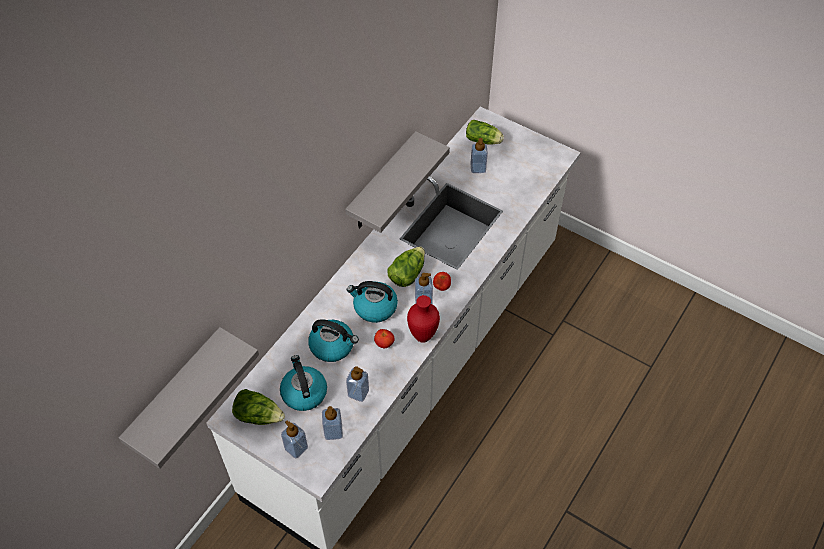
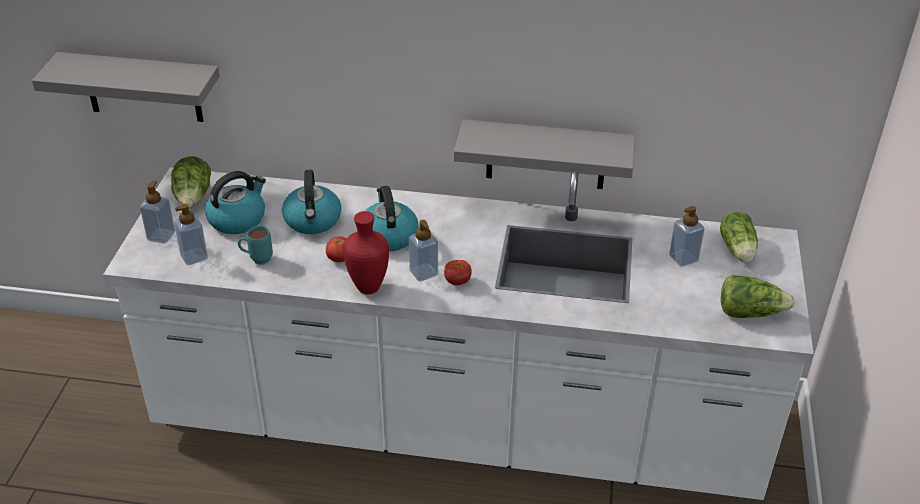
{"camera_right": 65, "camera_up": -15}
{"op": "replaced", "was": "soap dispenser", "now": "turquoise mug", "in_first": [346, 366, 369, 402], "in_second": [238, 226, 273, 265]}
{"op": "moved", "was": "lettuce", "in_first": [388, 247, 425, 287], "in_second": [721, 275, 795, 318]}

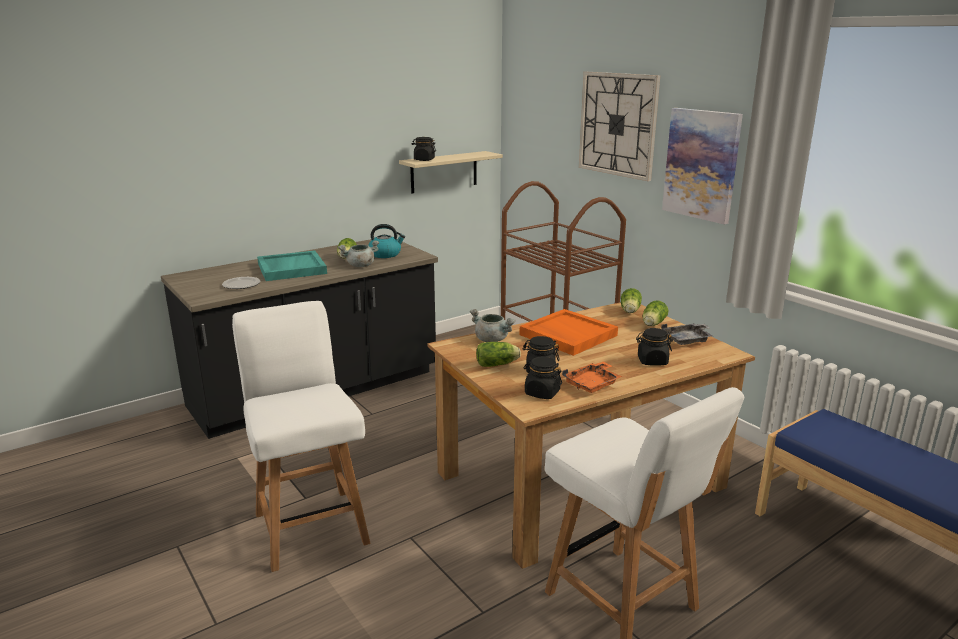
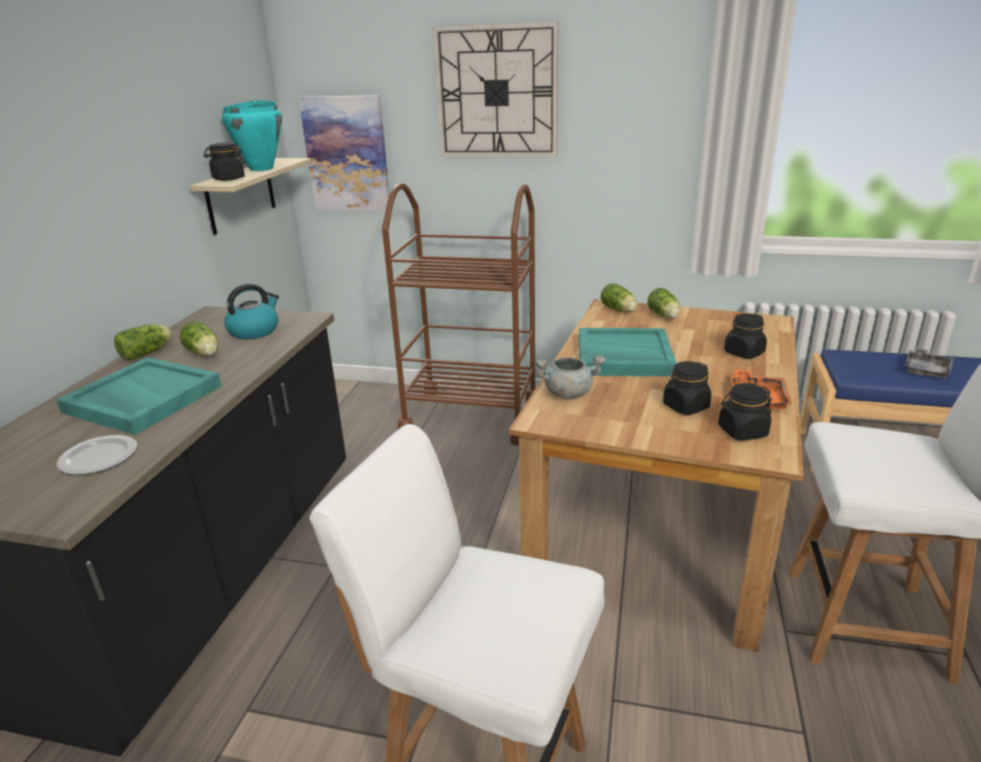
{"camera_right": -40, "camera_up": 5}
{"op": "removed", "was": "grey cooking pot", "in_first": [338, 240, 379, 267]}
{"op": "moved", "was": "lettuce", "in_first": [476, 342, 521, 367], "in_second": [114, 324, 172, 360]}
{"op": "recoloured", "was": "orange tray", "now": "turquoise tray", "in_first": [519, 309, 618, 356], "in_second": [579, 328, 677, 376]}
{"op": "moved", "was": "grey tray", "in_first": [661, 324, 713, 345], "in_second": [905, 347, 954, 378]}
{"op": "moved", "was": "picture", "in_first": [662, 108, 743, 225], "in_second": [299, 95, 390, 211]}
{"op": "added", "now": "turquoise cooking pot", "in_second": [222, 100, 282, 171]}

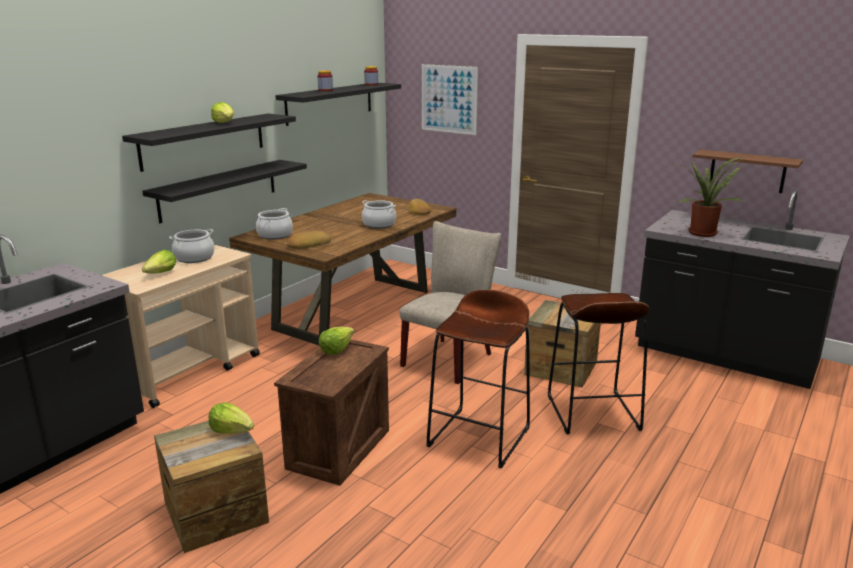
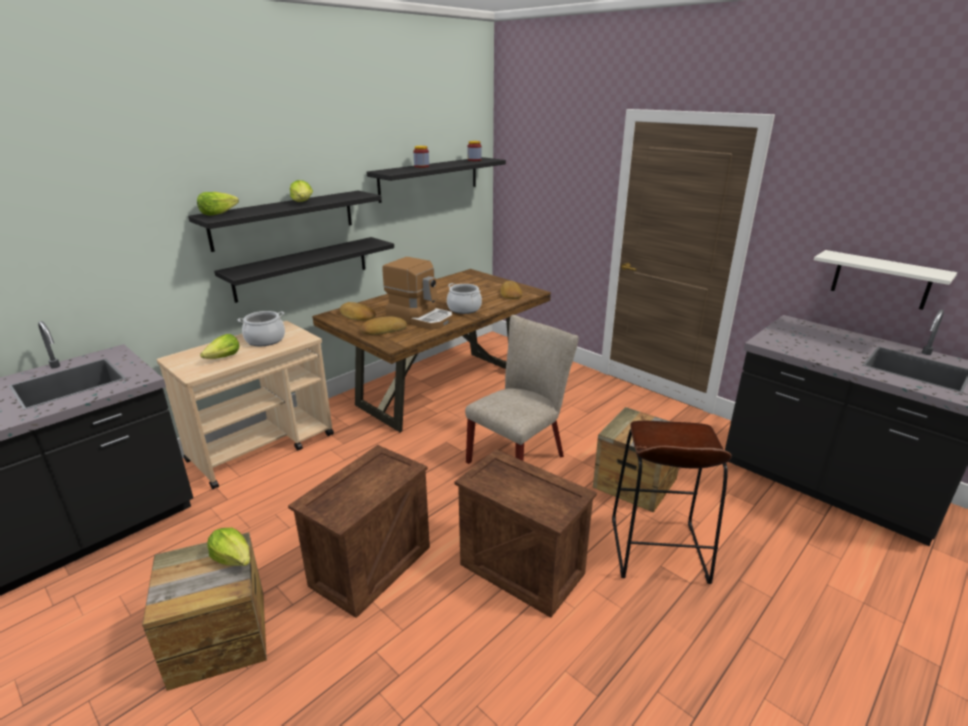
{"camera_right": 10, "camera_up": 5}
{"op": "replaced", "was": "cooking pot", "now": "bread", "in_first": [256, 208, 293, 239], "in_second": [340, 302, 376, 321]}
{"op": "moved", "was": "lettuce", "in_first": [319, 327, 354, 354], "in_second": [197, 192, 239, 216]}
{"op": "removed", "was": "picture", "in_first": [422, 64, 478, 135]}
{"op": "replaced", "was": "brown stool", "now": "crate", "in_first": [426, 290, 530, 469], "in_second": [455, 449, 597, 618]}
{"op": "removed", "was": "potted plant", "in_first": [670, 157, 745, 237]}
{"op": "recoloured", "was": "brown shelf", "now": "white shelf", "in_first": [693, 150, 803, 193], "in_second": [814, 250, 957, 310]}
{"op": "added", "now": "coffee machine", "in_second": [382, 257, 452, 330]}

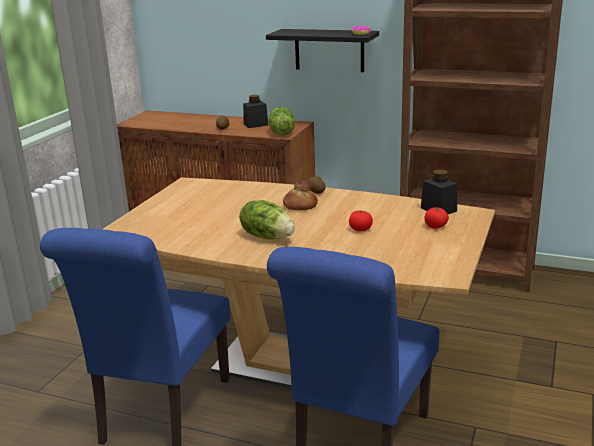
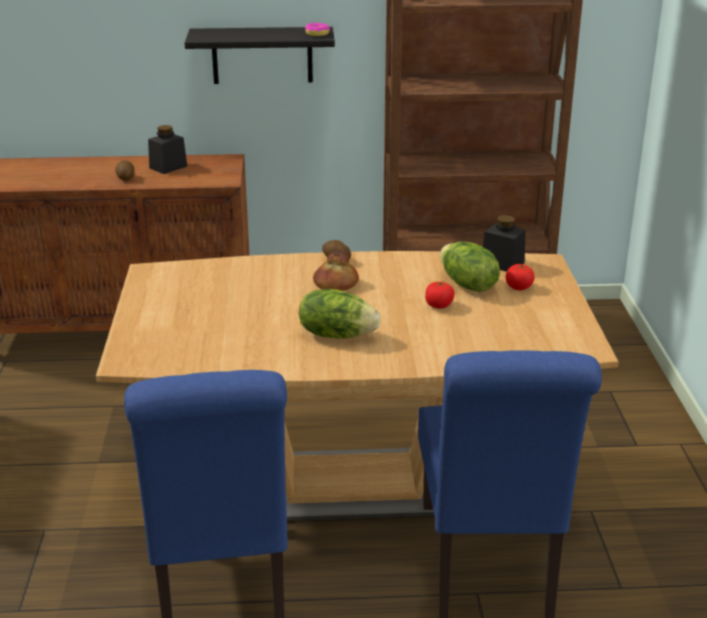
{"camera_right": -25, "camera_up": 5}
{"op": "moved", "was": "lettuce", "in_first": [269, 107, 295, 135], "in_second": [440, 242, 500, 292]}

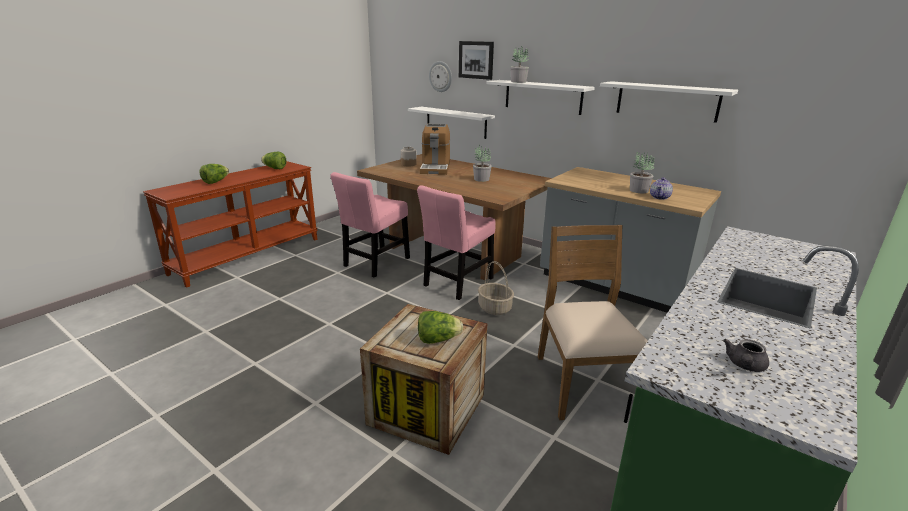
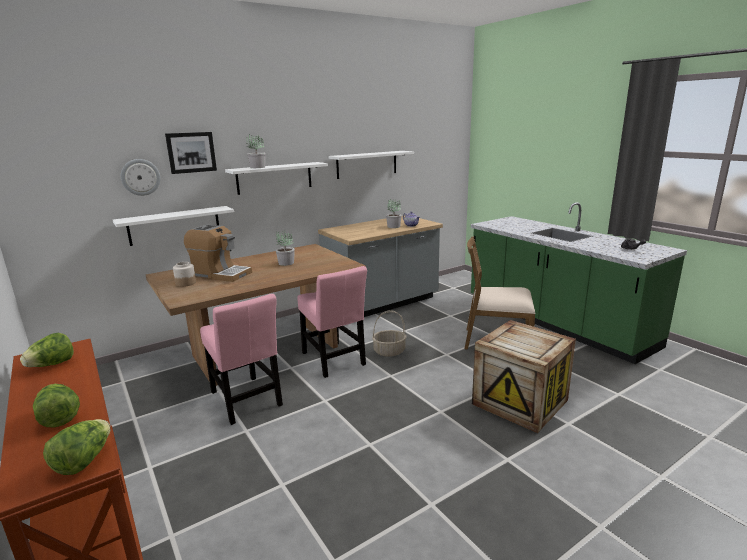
{"camera_right": -70, "camera_up": -5}
{"op": "moved", "was": "lettuce", "in_first": [418, 311, 463, 344], "in_second": [43, 419, 110, 475]}

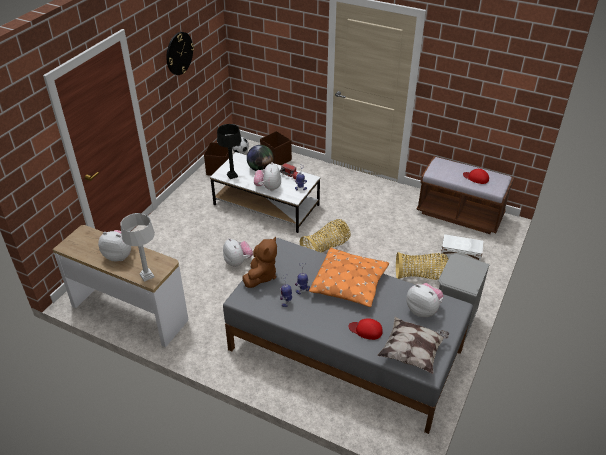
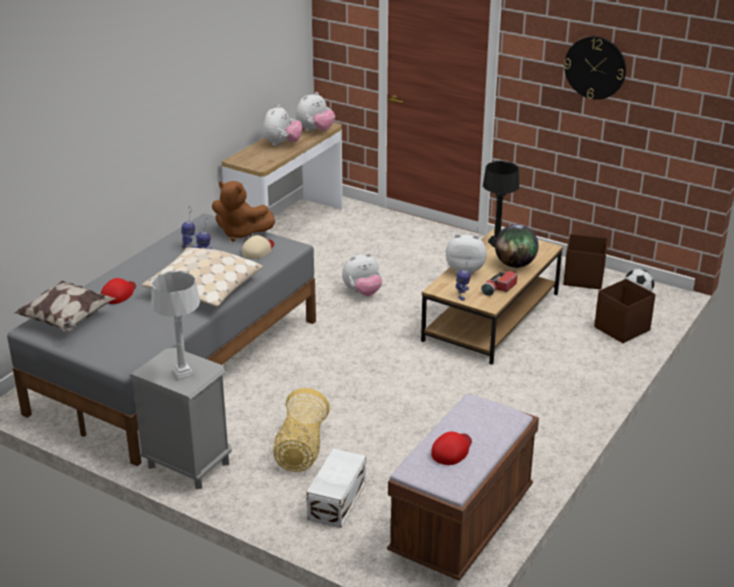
{"camera_right": 95, "camera_up": -10}
{"op": "moved", "was": "grey table lamp", "in_first": [121, 213, 155, 282], "in_second": [151, 271, 200, 381]}
{"op": "recoloured", "was": "white coffee table", "now": "brown coffee table", "in_first": [210, 152, 321, 233], "in_second": [421, 228, 563, 364]}
{"op": "removed", "was": "basket", "in_first": [300, 219, 351, 253]}
{"op": "recoloured", "was": "orange pillow", "now": "beige pillow", "in_first": [309, 248, 389, 307], "in_second": [142, 248, 263, 307]}
{"op": "moved", "was": "plush toy", "in_first": [406, 283, 443, 317], "in_second": [296, 92, 335, 132]}
{"op": "added", "now": "beige cap", "in_second": [242, 235, 274, 259]}

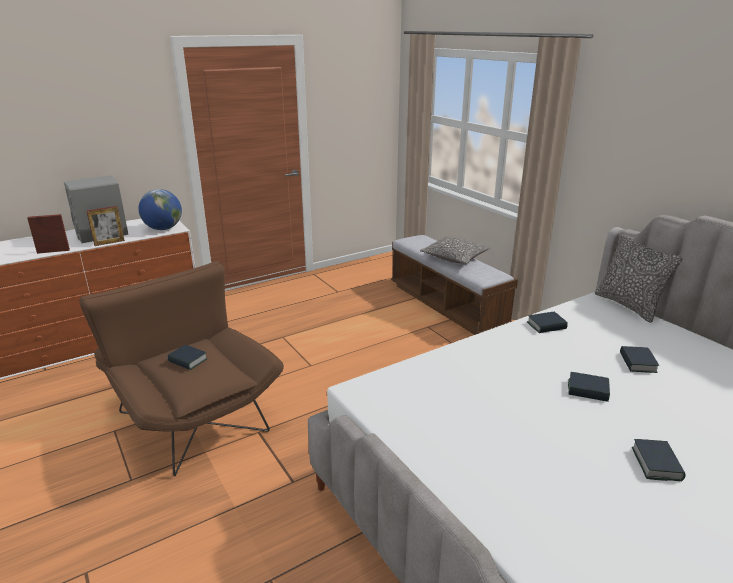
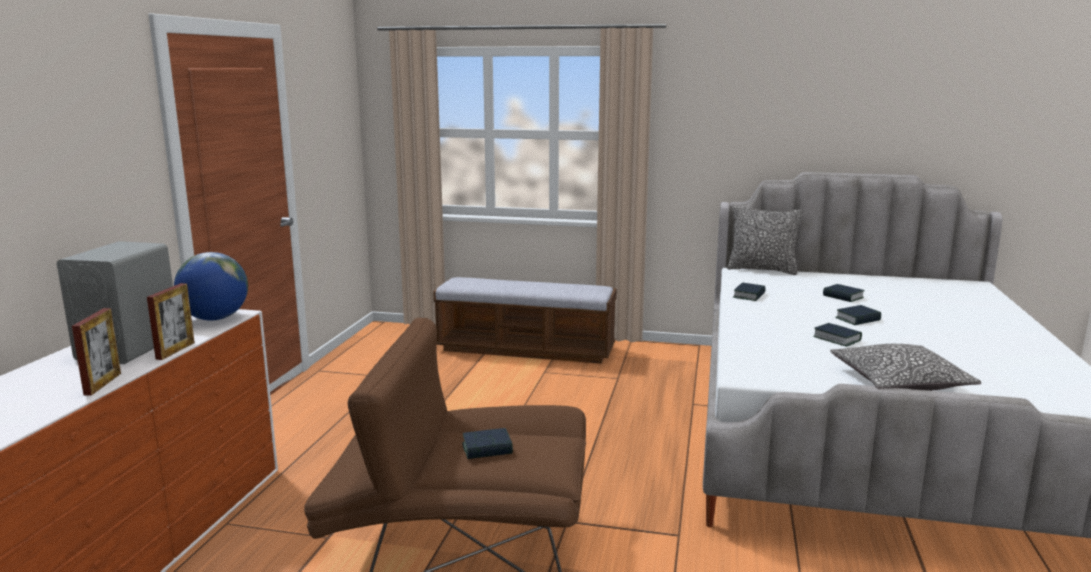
{"camera_right": -45, "camera_up": -10}
{"op": "turned", "was": "picture frame", "in_first": [27, 214, 70, 254], "in_second": [72, 308, 121, 396], "clockwise": 150}
{"op": "moved", "was": "pillow", "in_first": [420, 237, 491, 264], "in_second": [830, 344, 981, 391]}
{"op": "moved", "was": "book", "in_first": [632, 439, 686, 481], "in_second": [813, 323, 862, 347]}

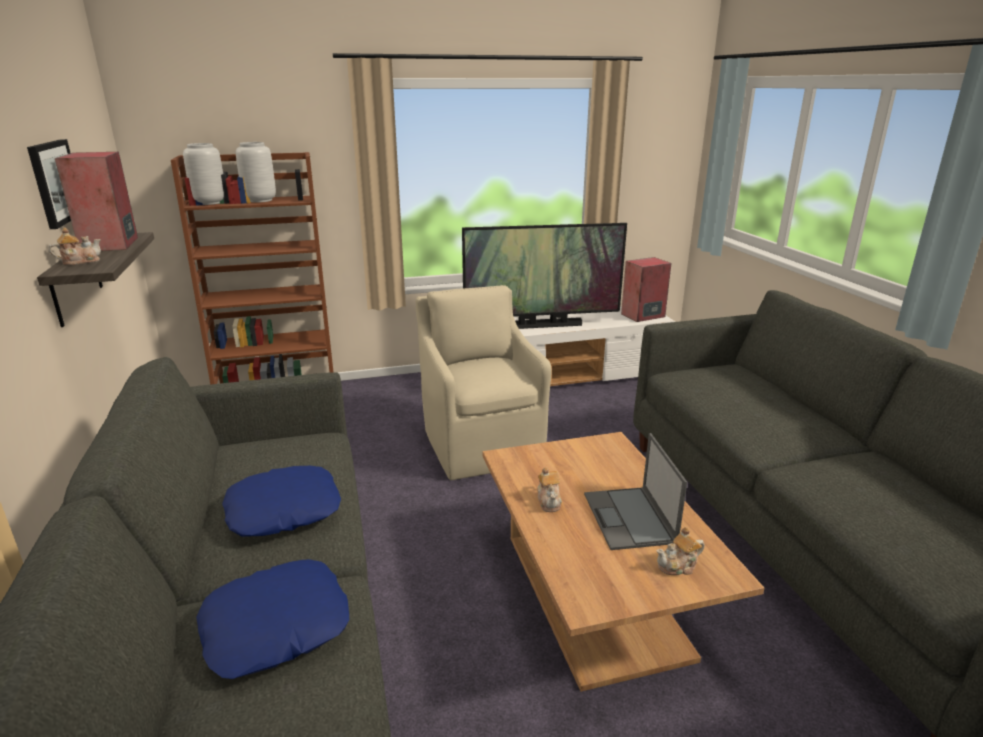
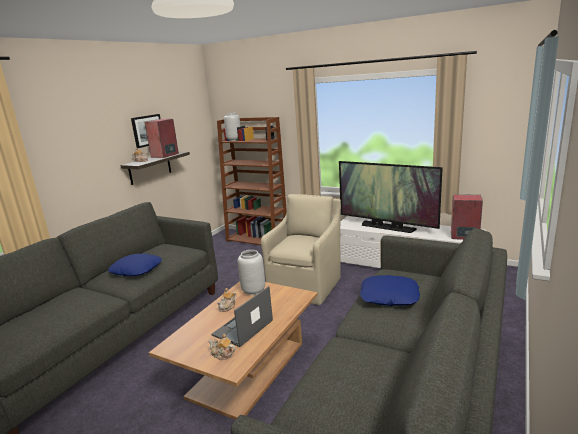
{"camera_right": 45, "camera_up": -5}
{"op": "moved", "was": "blue pillow", "in_first": [196, 559, 349, 679], "in_second": [360, 275, 420, 306]}
{"op": "moved", "was": "grey vase", "in_first": [236, 142, 276, 203], "in_second": [238, 250, 265, 295]}

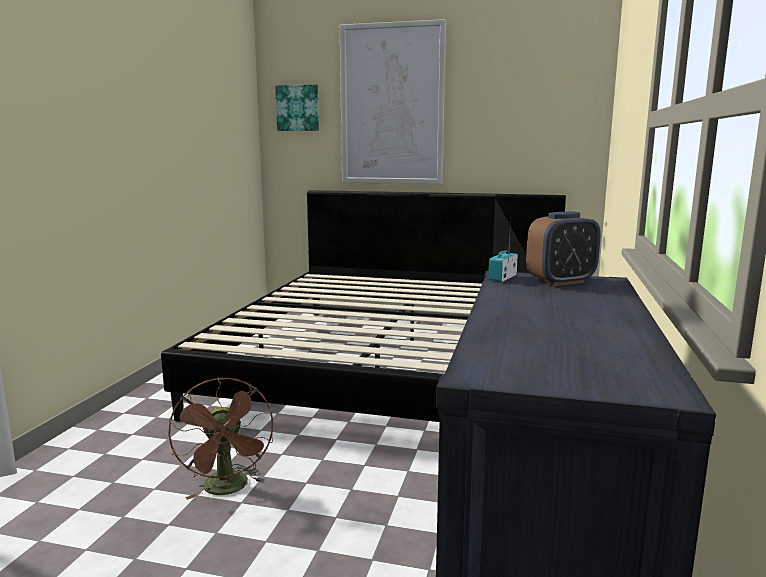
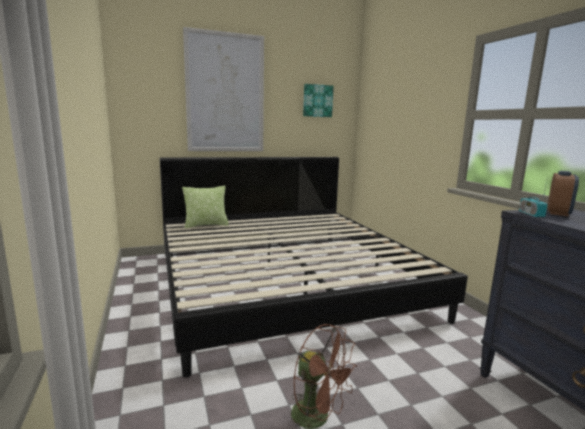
{"camera_right": -35, "camera_up": 0}
{"op": "moved", "was": "picture", "in_first": [275, 84, 319, 131], "in_second": [303, 84, 334, 117]}
{"op": "added", "now": "pillow", "in_second": [182, 186, 229, 228]}

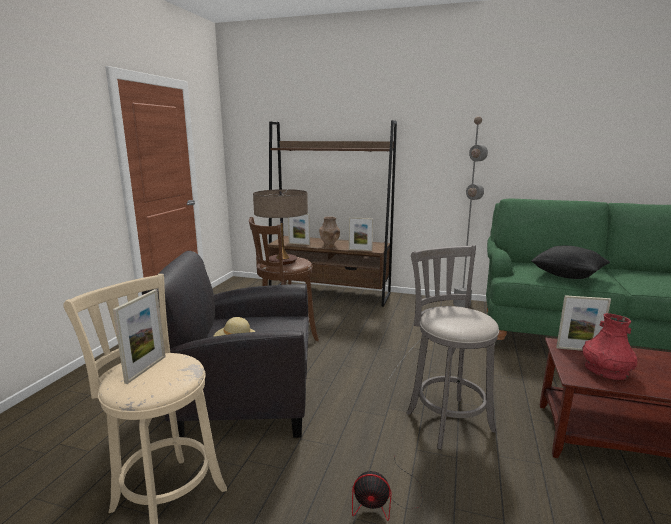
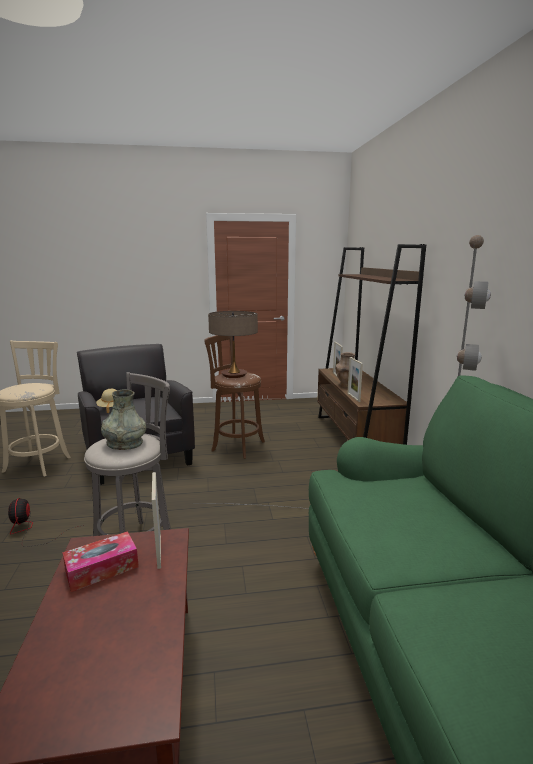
{"camera_right": 65, "camera_up": 0}
{"op": "removed", "was": "picture frame", "in_first": [113, 289, 166, 384]}
{"op": "removed", "was": "black pillow", "in_first": [531, 246, 610, 279]}
{"op": "replaced", "was": "red vase", "now": "tissue box", "in_first": [582, 313, 637, 380], "in_second": [62, 531, 139, 592]}
{"op": "added", "now": "grey vase", "in_second": [101, 390, 146, 450]}

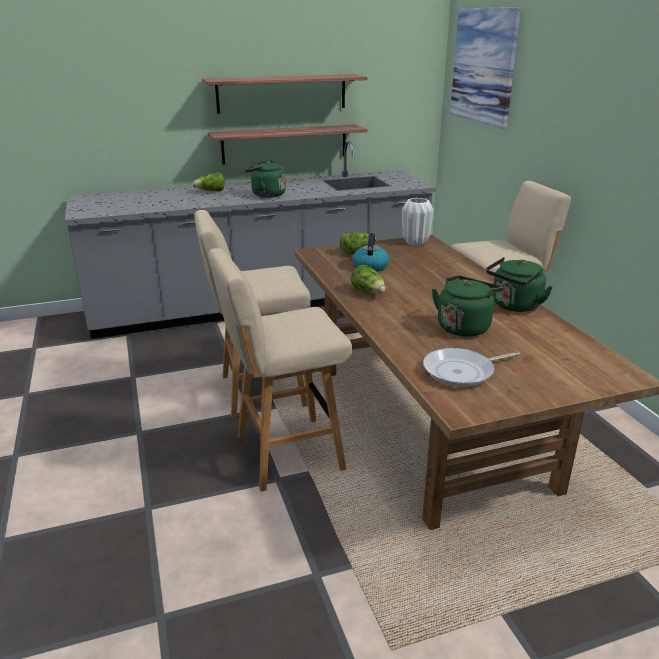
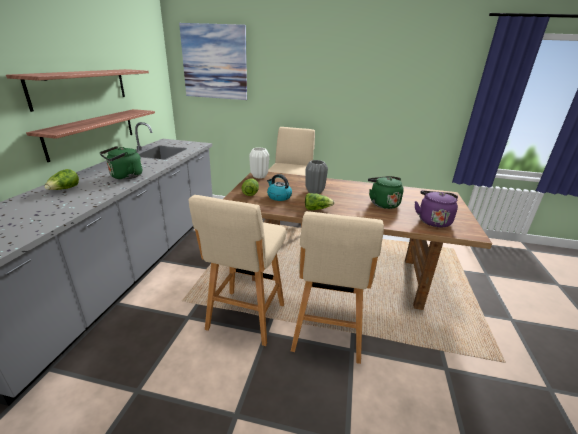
{"camera_right": -60, "camera_up": 0}
{"op": "replaced", "was": "frying pan", "now": "purple kettle", "in_first": [423, 348, 520, 387], "in_second": [415, 190, 458, 228]}
{"op": "removed", "was": "green kettle", "in_first": [486, 257, 553, 312]}
{"op": "added", "now": "grey vase", "in_second": [305, 160, 328, 194]}

